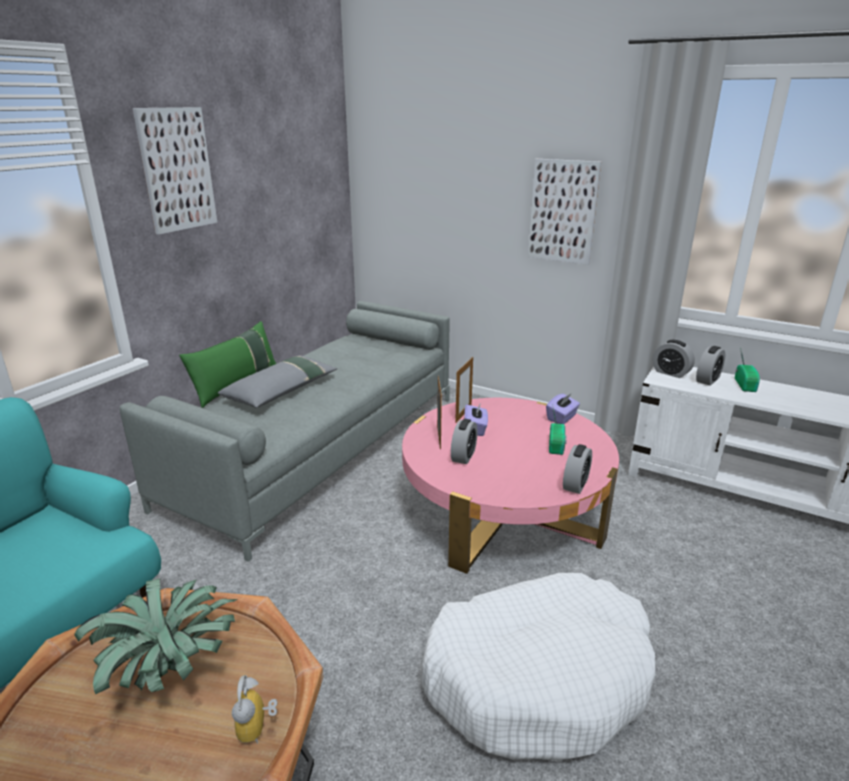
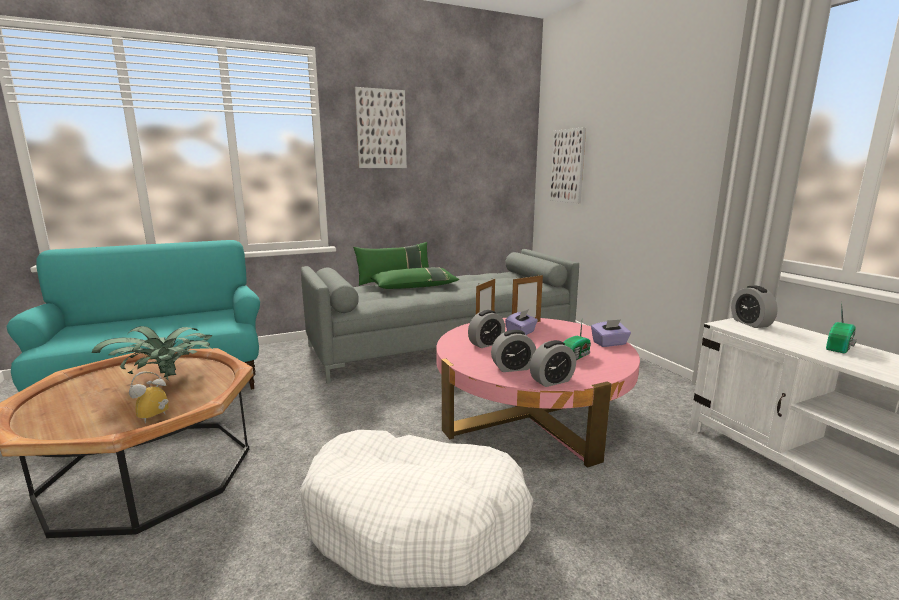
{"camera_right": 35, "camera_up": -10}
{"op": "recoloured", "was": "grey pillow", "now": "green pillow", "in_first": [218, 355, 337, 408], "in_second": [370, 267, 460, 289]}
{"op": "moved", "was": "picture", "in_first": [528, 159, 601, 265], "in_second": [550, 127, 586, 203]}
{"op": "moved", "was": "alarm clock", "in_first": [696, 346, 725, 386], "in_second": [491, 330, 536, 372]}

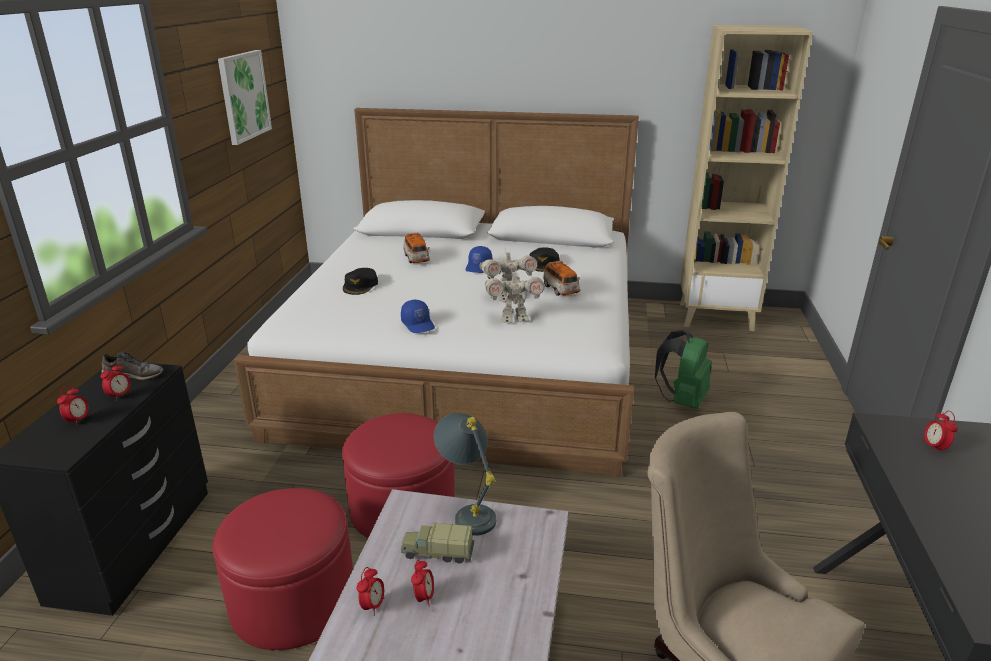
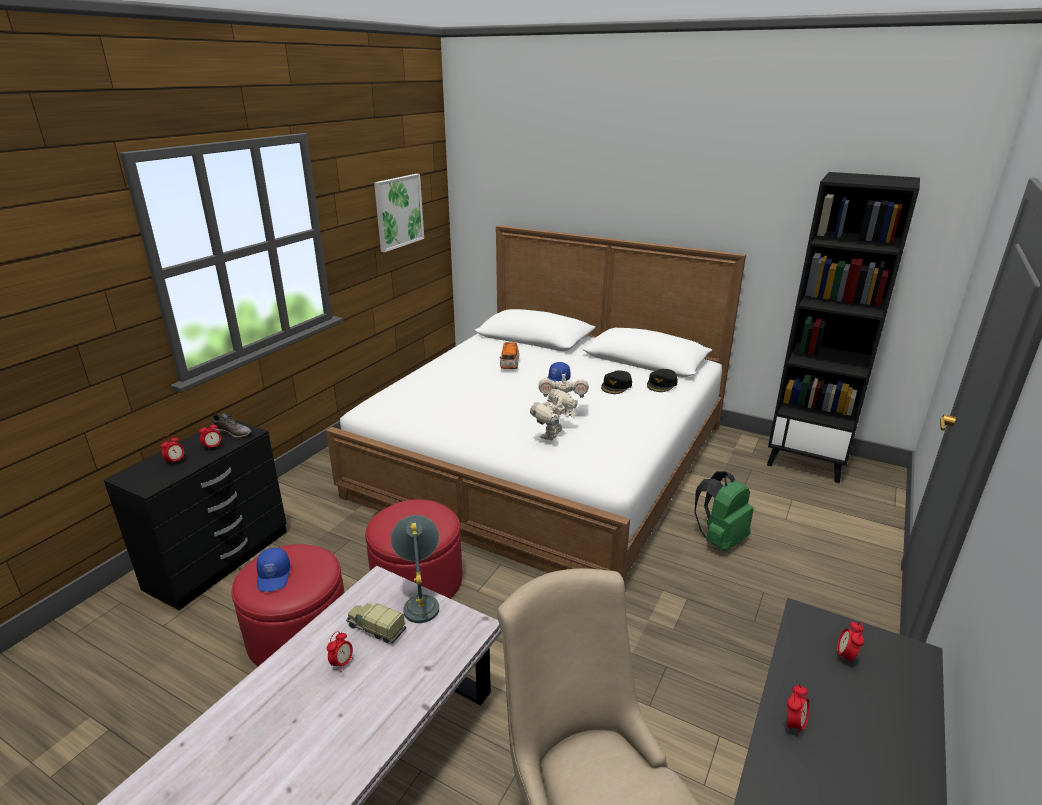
{"camera_right": 20, "camera_up": 0}
{"op": "moved", "was": "black cap", "in_first": [343, 268, 378, 295], "in_second": [647, 369, 678, 392]}
{"op": "moved", "was": "alarm clock", "in_first": [357, 567, 384, 616], "in_second": [787, 684, 810, 737]}
{"op": "moved", "was": "blue cap", "in_first": [401, 300, 435, 333], "in_second": [256, 547, 290, 592]}
{"op": "turned", "was": "toy robot", "in_first": [485, 269, 545, 323], "in_second": [530, 389, 578, 440], "clockwise": 105}
{"op": "removed", "was": "toy car", "in_first": [543, 260, 580, 296]}
{"op": "recoloured", "was": "beige bookcase", "now": "black bookcase", "in_first": [680, 25, 813, 331], "in_second": [767, 172, 920, 483]}

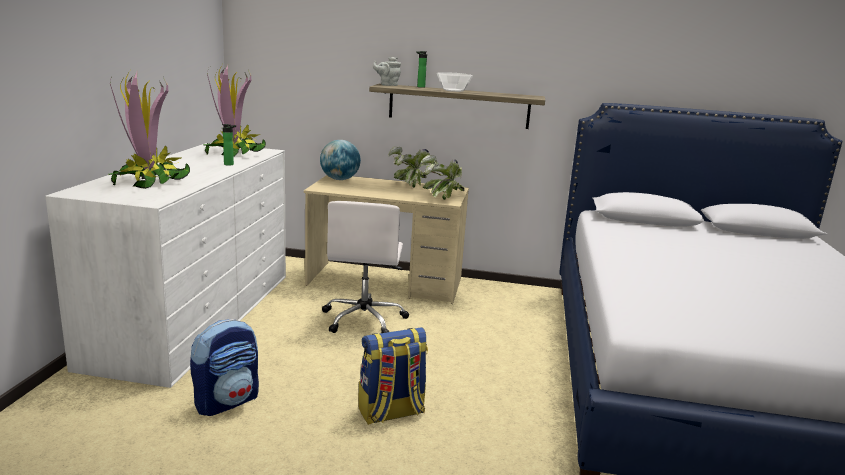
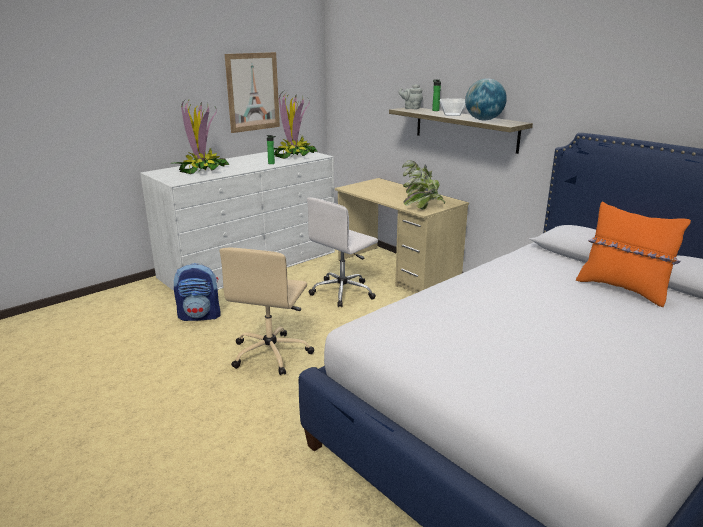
{"camera_right": 40, "camera_up": 5}
{"op": "moved", "was": "globe", "in_first": [320, 140, 361, 180], "in_second": [465, 78, 507, 120]}
{"op": "replaced", "was": "backpack", "now": "beige office chair", "in_first": [359, 327, 428, 425], "in_second": [220, 247, 314, 375]}
{"op": "added", "now": "picture", "in_second": [225, 52, 280, 133]}
{"op": "added", "now": "orange pillow", "in_second": [576, 201, 691, 307]}

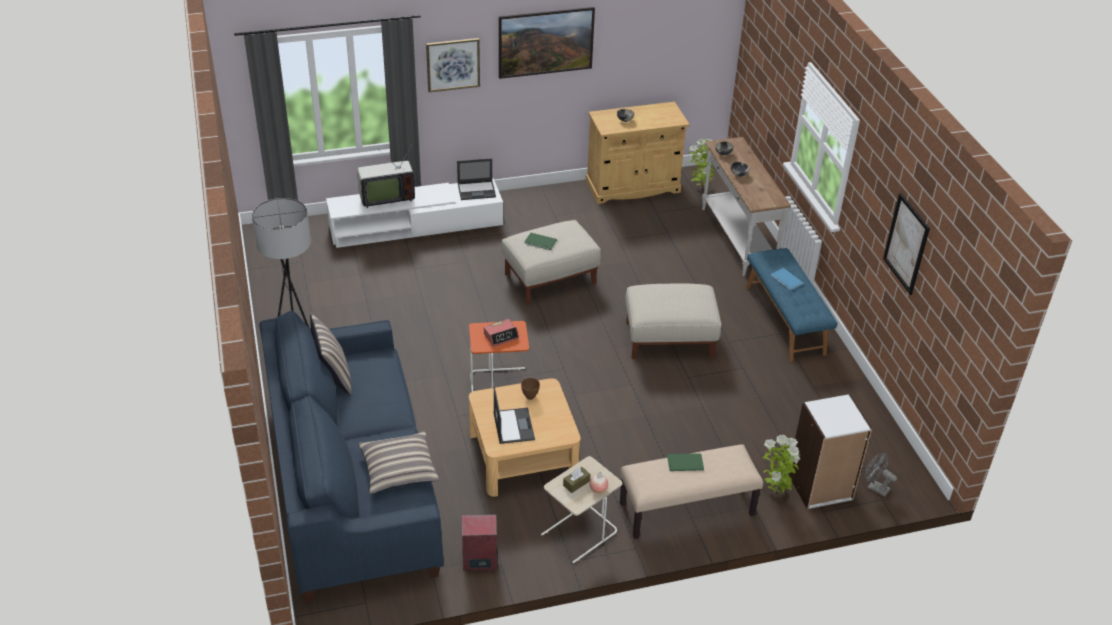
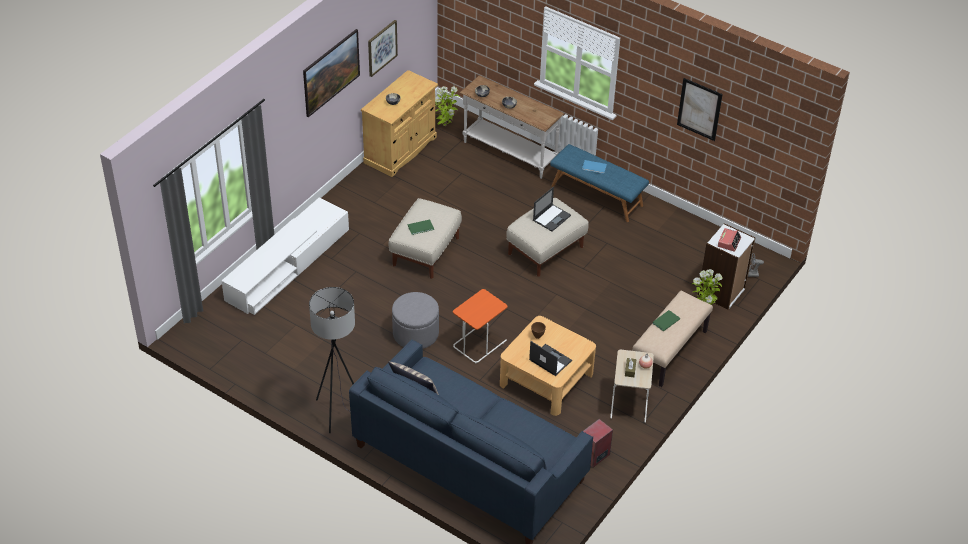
{"camera_right": -40, "camera_up": 5}
{"op": "removed", "was": "television", "in_first": [357, 146, 415, 208]}
{"op": "removed", "was": "pillow", "in_first": [358, 431, 439, 494]}
{"op": "moved", "was": "picture", "in_first": [426, 38, 480, 92], "in_second": [368, 20, 398, 77]}
{"op": "moved", "was": "laptop", "in_first": [457, 158, 496, 200], "in_second": [533, 187, 571, 232]}
{"op": "moved", "was": "alarm clock", "in_first": [484, 319, 519, 347], "in_second": [718, 228, 741, 252]}
{"op": "added", "now": "grey ottoman", "in_second": [392, 292, 439, 349]}

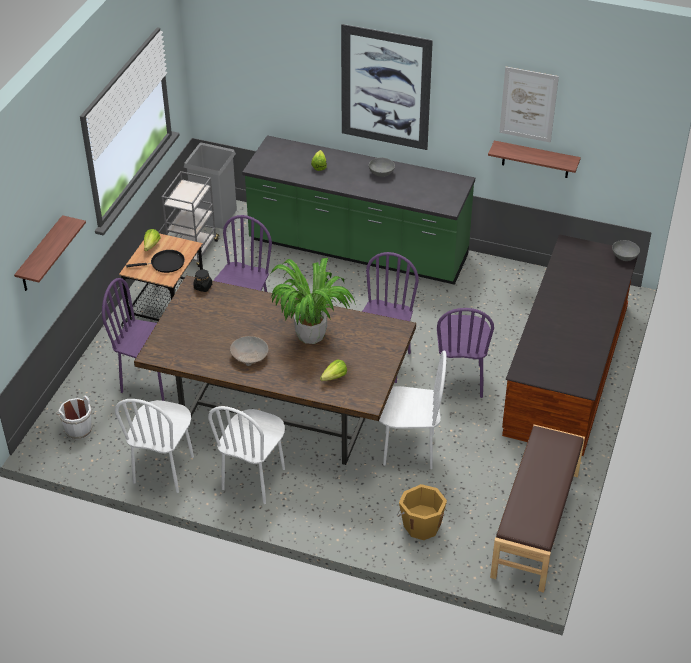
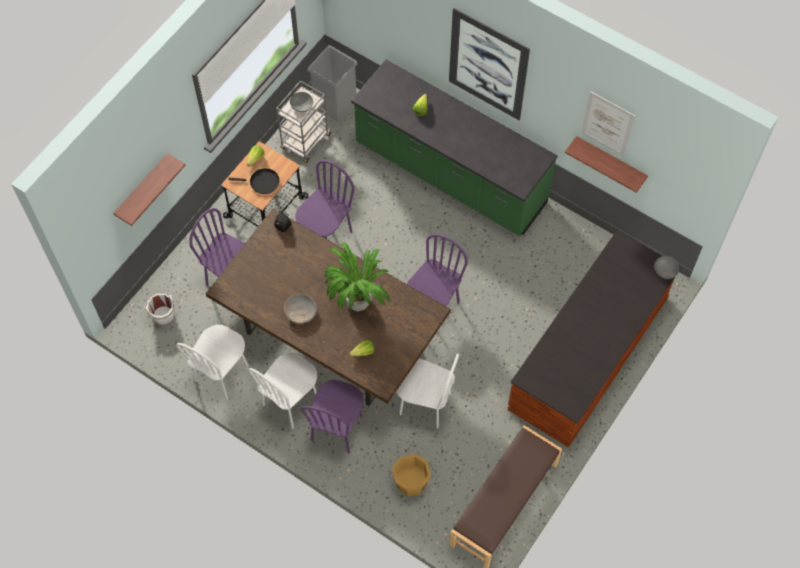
{"camera_right": 15, "camera_up": 20}
{"op": "moved", "was": "grey bowl", "in_first": [369, 157, 395, 177], "in_second": [290, 92, 313, 112]}
{"op": "moved", "was": "purple chair", "in_first": [437, 308, 494, 398], "in_second": [301, 380, 363, 454]}

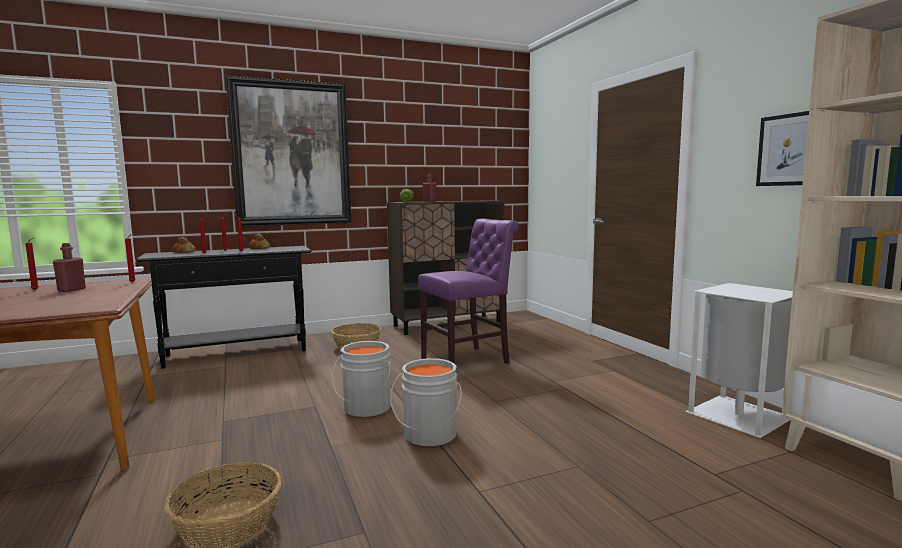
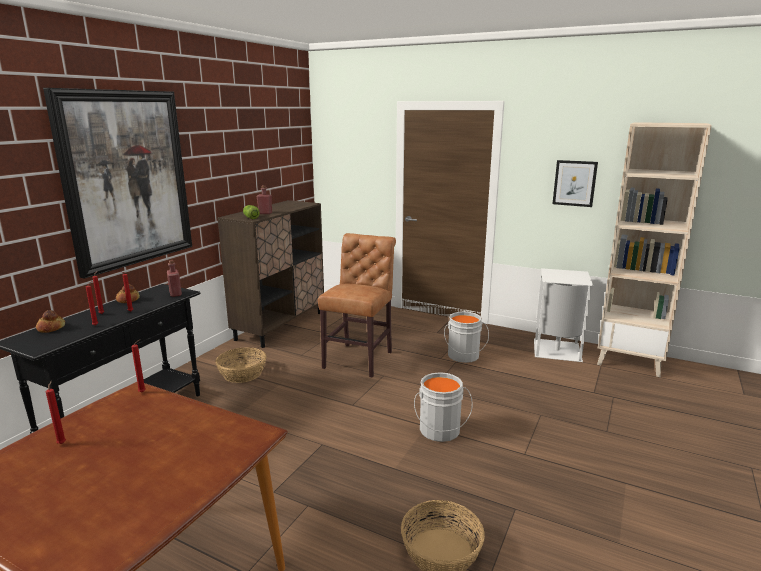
{"camera_right": -40, "camera_up": 10}
{"op": "moved", "was": "red bottle", "in_first": [53, 243, 86, 292], "in_second": [167, 260, 182, 297]}
{"op": "moved", "was": "grey bucket", "in_first": [332, 341, 391, 417], "in_second": [444, 312, 489, 363]}
{"op": "recoloured", "was": "purple chair", "now": "brown chair", "in_first": [418, 219, 519, 364], "in_second": [318, 233, 396, 378]}

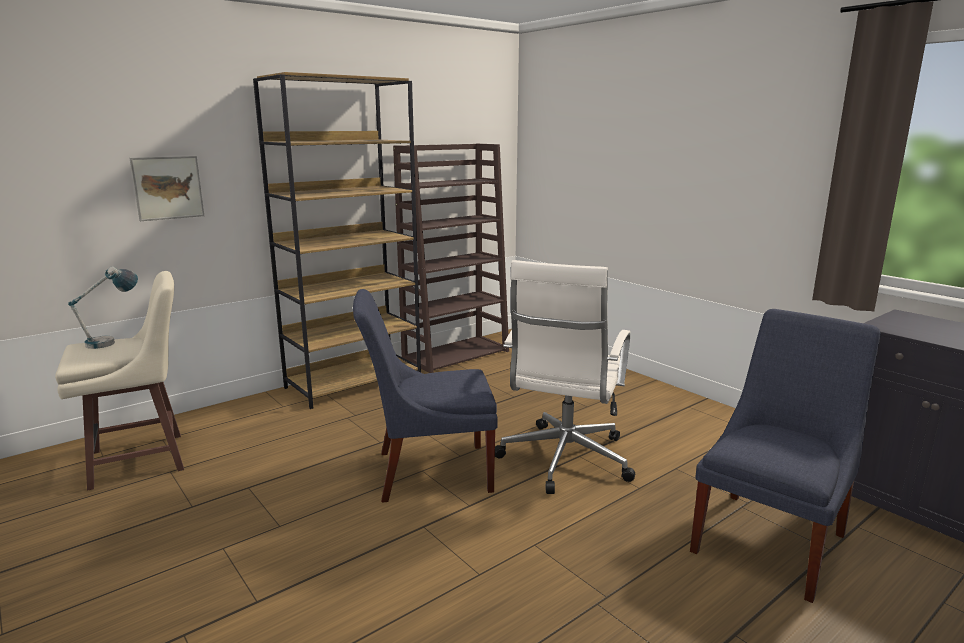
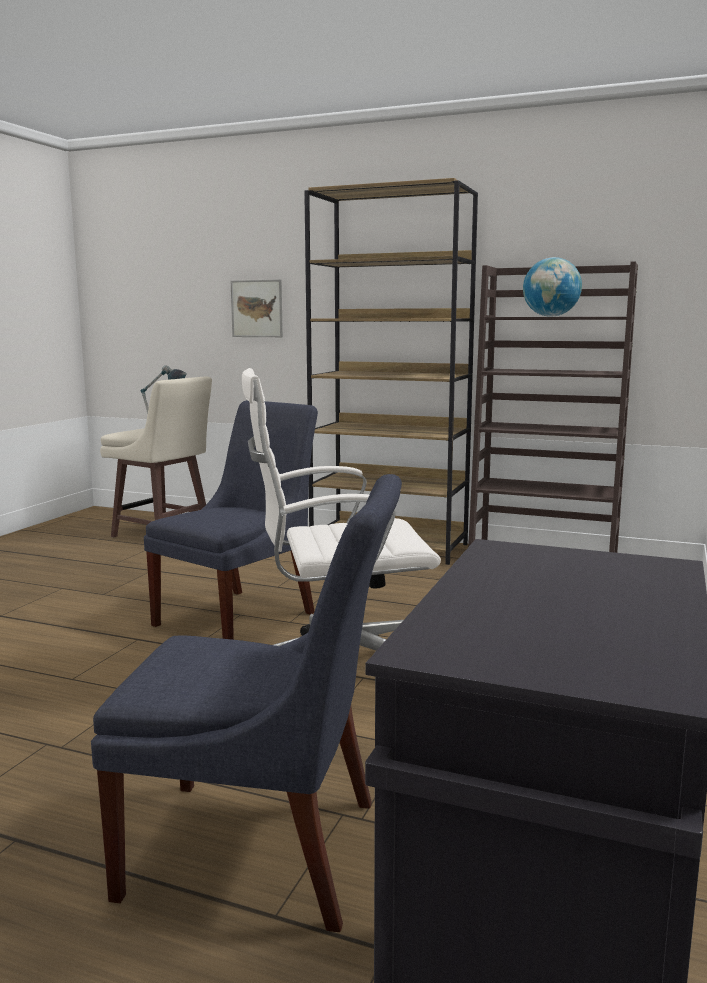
{"camera_right": 60, "camera_up": -5}
{"op": "turned", "was": "blue chair", "in_first": [353, 289, 498, 502], "in_second": [144, 400, 318, 640], "clockwise": 75}
{"op": "added", "now": "globe", "in_second": [523, 257, 582, 317]}

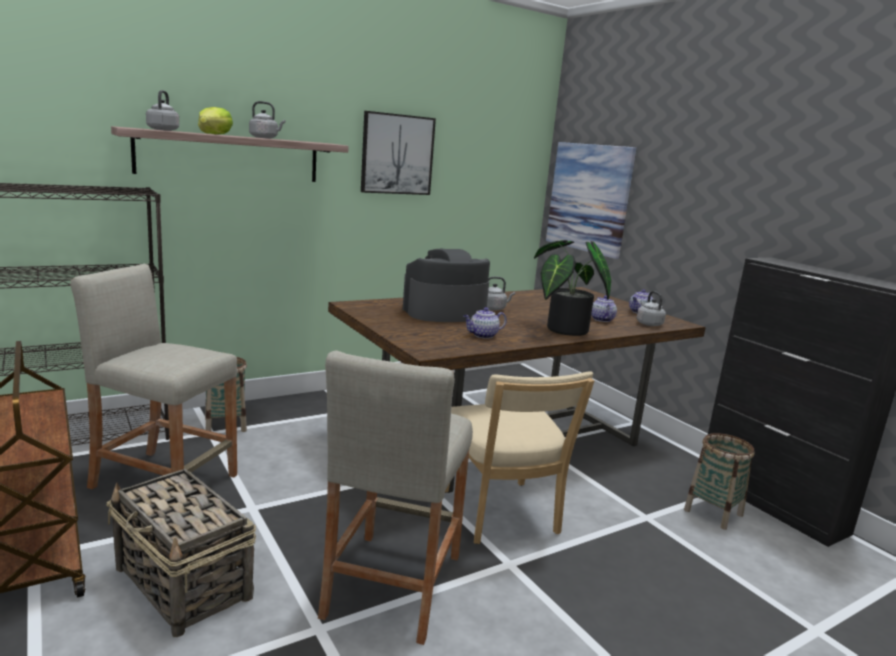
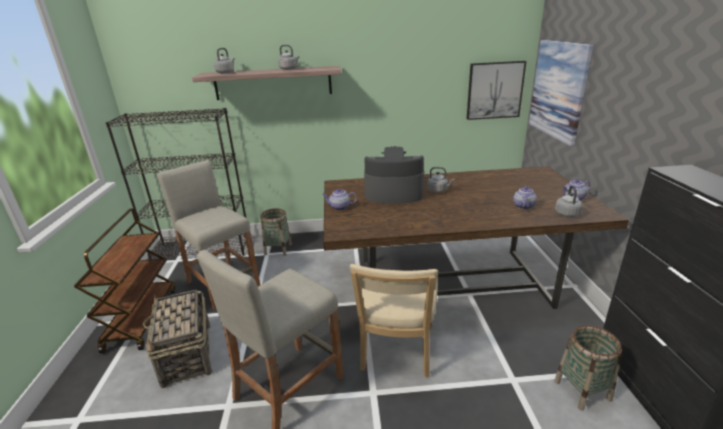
{"camera_right": 30, "camera_up": 10}
{"op": "removed", "was": "lettuce", "in_first": [198, 107, 233, 134]}
{"op": "moved", "was": "picture", "in_first": [361, 111, 436, 195], "in_second": [467, 61, 526, 120]}
{"op": "moved", "was": "teapot", "in_first": [463, 307, 507, 339], "in_second": [322, 189, 357, 211]}
{"op": "removed", "was": "potted plant", "in_first": [534, 240, 611, 336]}

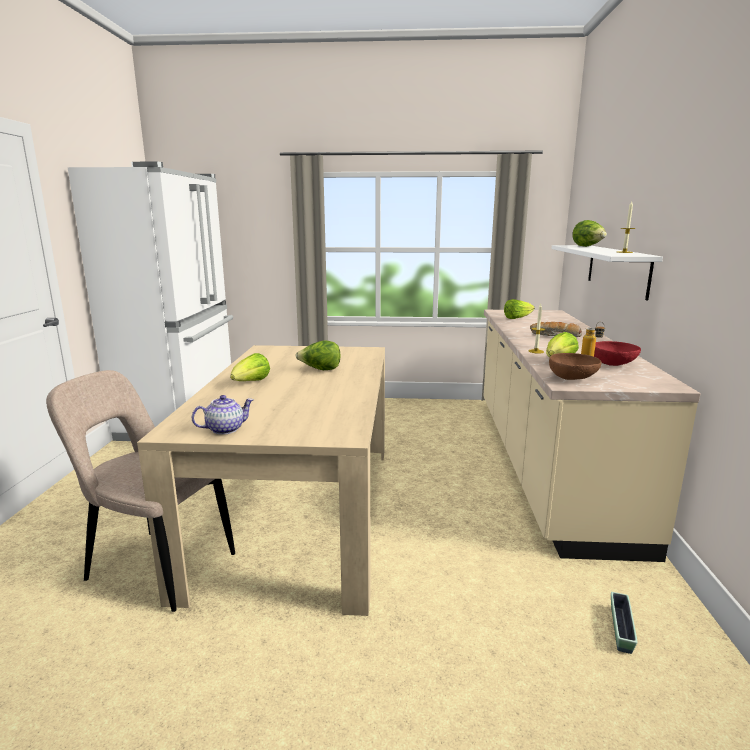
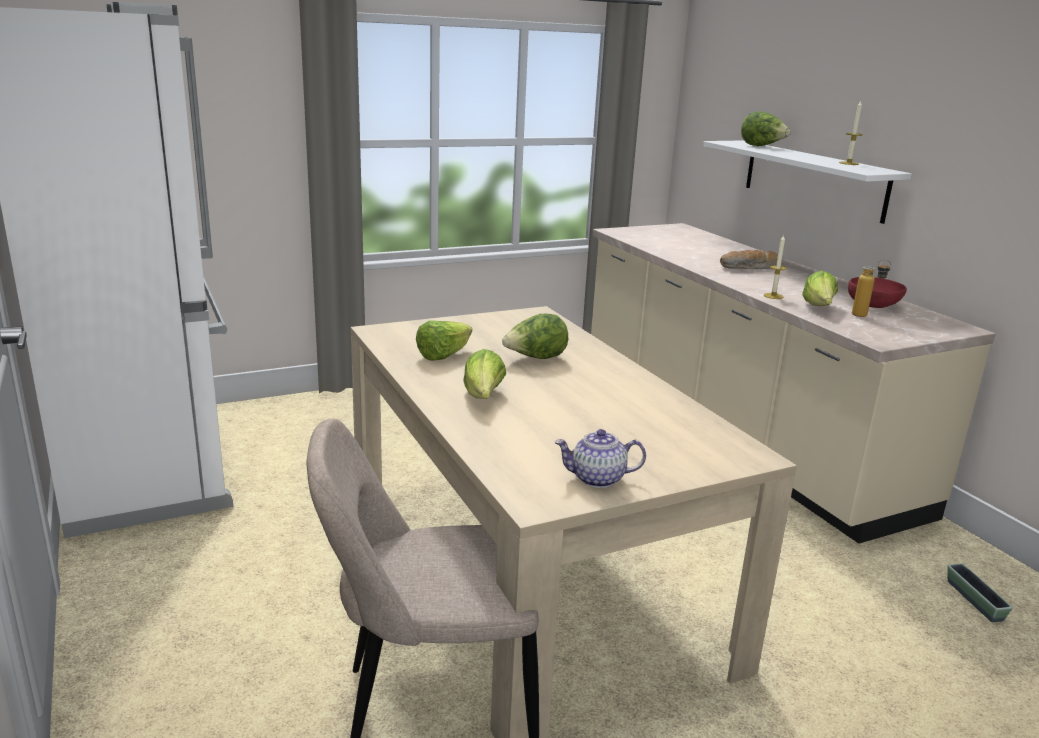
{"camera_right": -30, "camera_up": 5}
{"op": "turned", "was": "teapot", "in_first": [192, 395, 254, 435], "in_second": [554, 429, 646, 488], "clockwise": -120}
{"op": "moved", "was": "lettuce", "in_first": [504, 299, 535, 319], "in_second": [416, 321, 472, 361]}
{"op": "removed", "was": "brown bowl", "in_first": [549, 353, 601, 380]}

